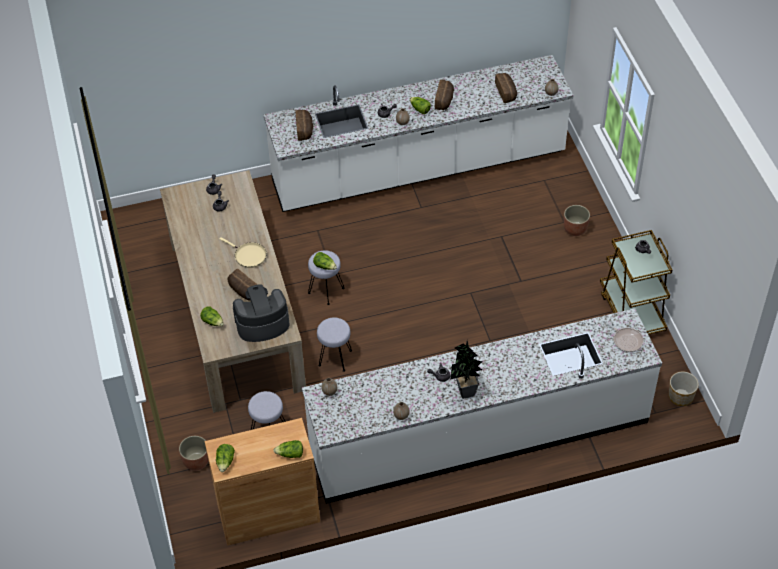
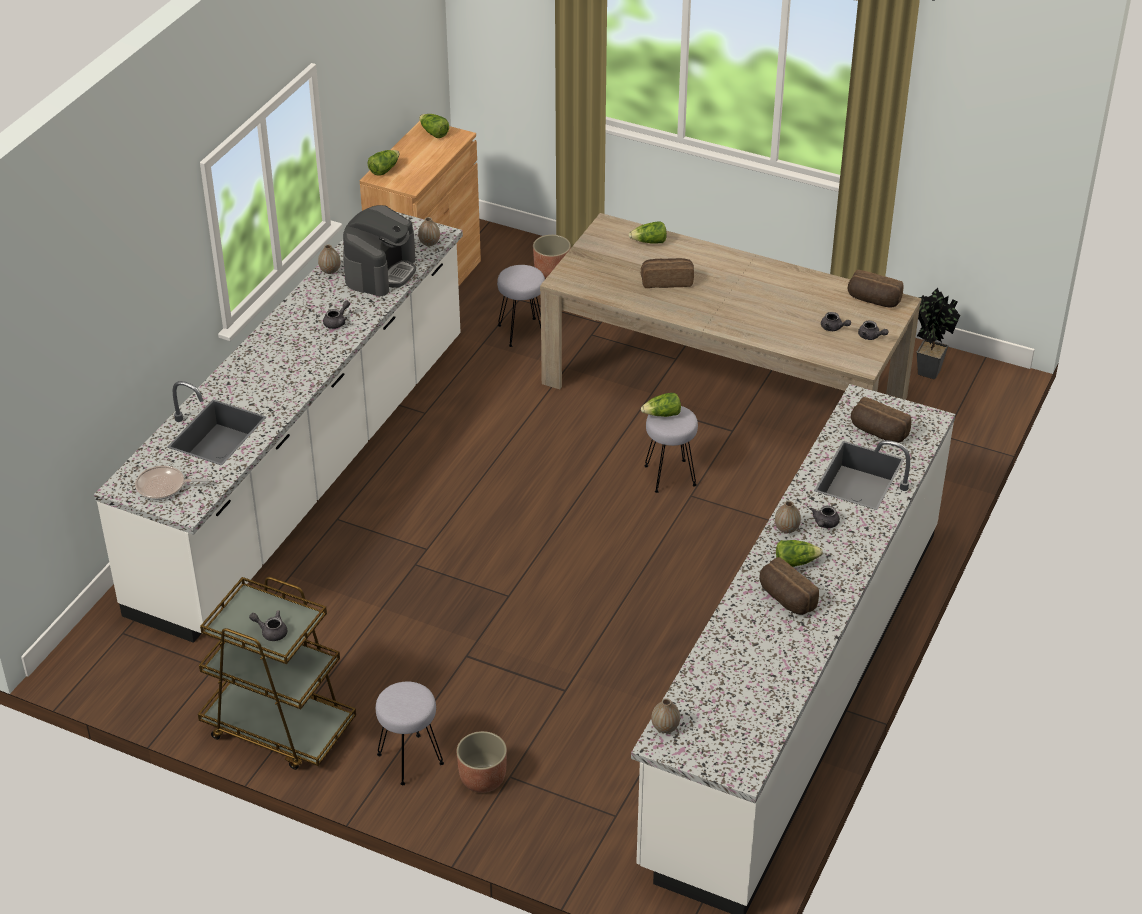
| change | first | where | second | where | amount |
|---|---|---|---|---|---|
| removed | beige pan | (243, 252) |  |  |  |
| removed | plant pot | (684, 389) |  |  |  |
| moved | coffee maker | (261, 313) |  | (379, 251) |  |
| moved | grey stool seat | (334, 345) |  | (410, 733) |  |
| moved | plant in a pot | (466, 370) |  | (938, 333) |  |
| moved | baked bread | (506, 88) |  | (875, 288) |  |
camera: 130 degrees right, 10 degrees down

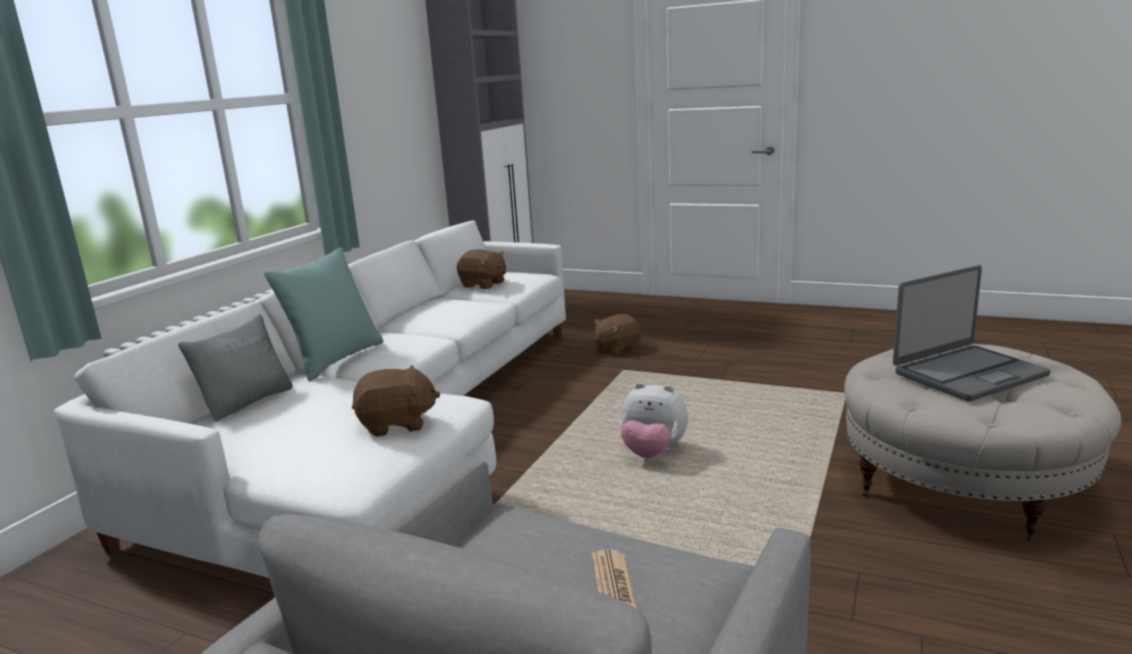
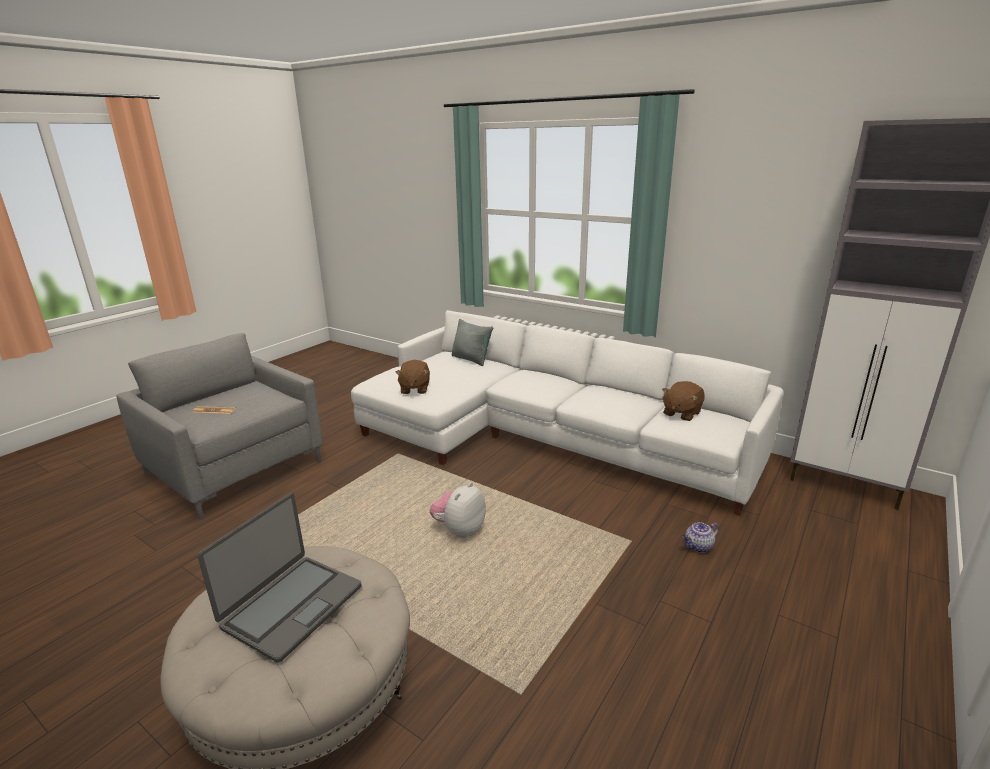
| change | first | where | second | where | amount |
|---|---|---|---|---|---|
| removed | turquoise cushion | (323, 314) |  |  |  |
| replaced | brownish cuddly toy | (617, 334) | tea pot | (701, 537) |  |
| turned | notebook computer | (971, 333) |  | (279, 578) | 135 degrees counterclockwise |
camera: 100 degrees right, 5 degrees up

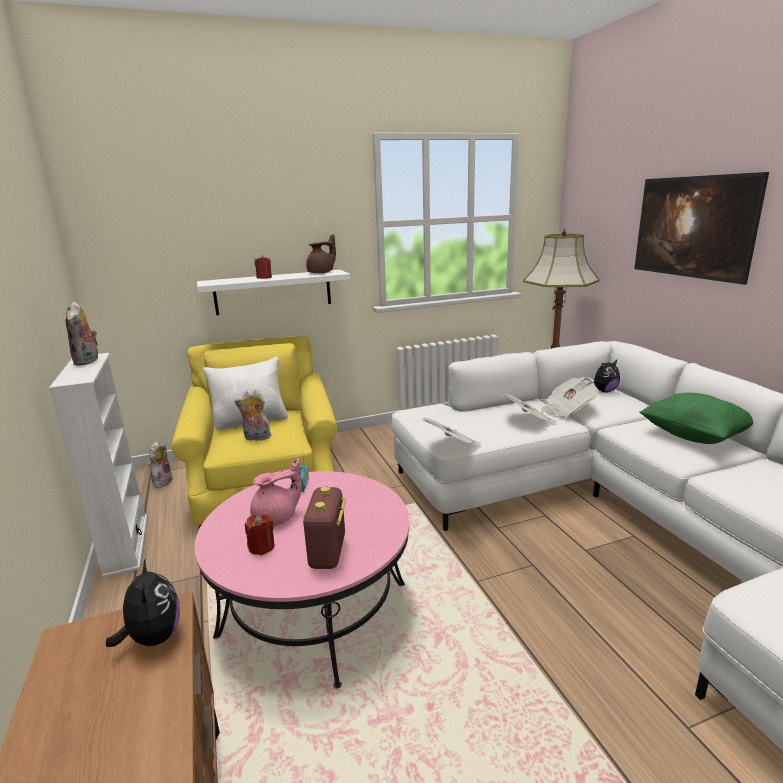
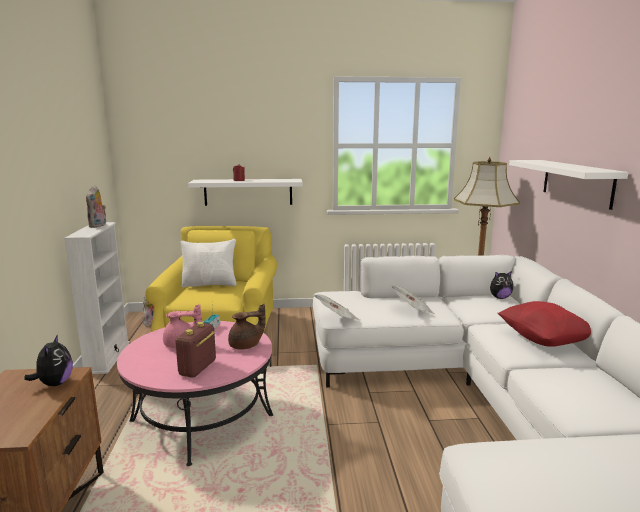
| change | first | where | second | where | amount |
|---|---|---|---|---|---|
| removed | cuddly toy | (252, 415) |  |  |  |
| removed | red candle | (259, 534) |  |  |  |
| removed | newspaper | (569, 397) |  |  |  |
| moved | brownish tea pot | (321, 254) |  | (247, 327) |  |
| replaced | wall art | (701, 228) | white shelf | (568, 185) |  |
| recoloured | greenish cushion | (696, 418) | red cushion | (544, 324) |  |
camera: 15 degrees right, 5 degrees down

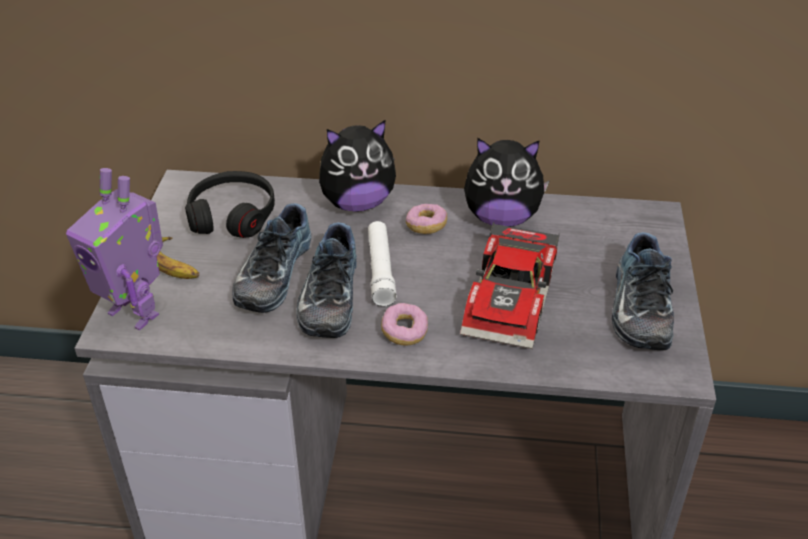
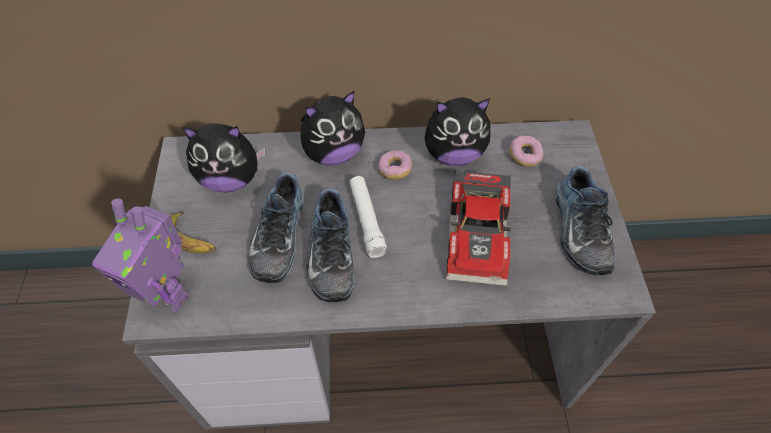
| change | first | where | second | where | amount |
|---|---|---|---|---|---|
| moved | doughnut | (404, 324) |  | (526, 151) |  |
| replaced | black-coloured headphones | (230, 204) | cuddly toy | (223, 158) |  |
camera: 10 degrees left, 15 degrees up

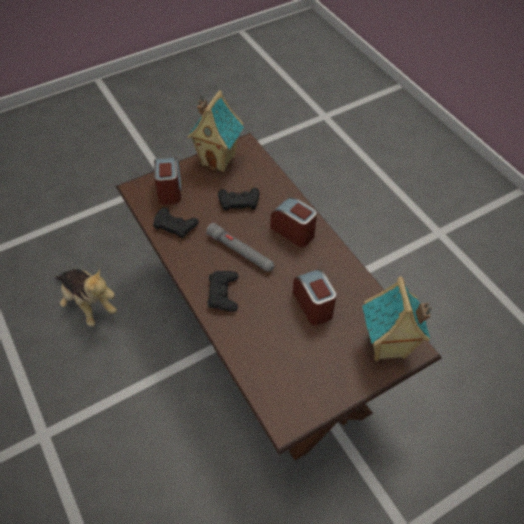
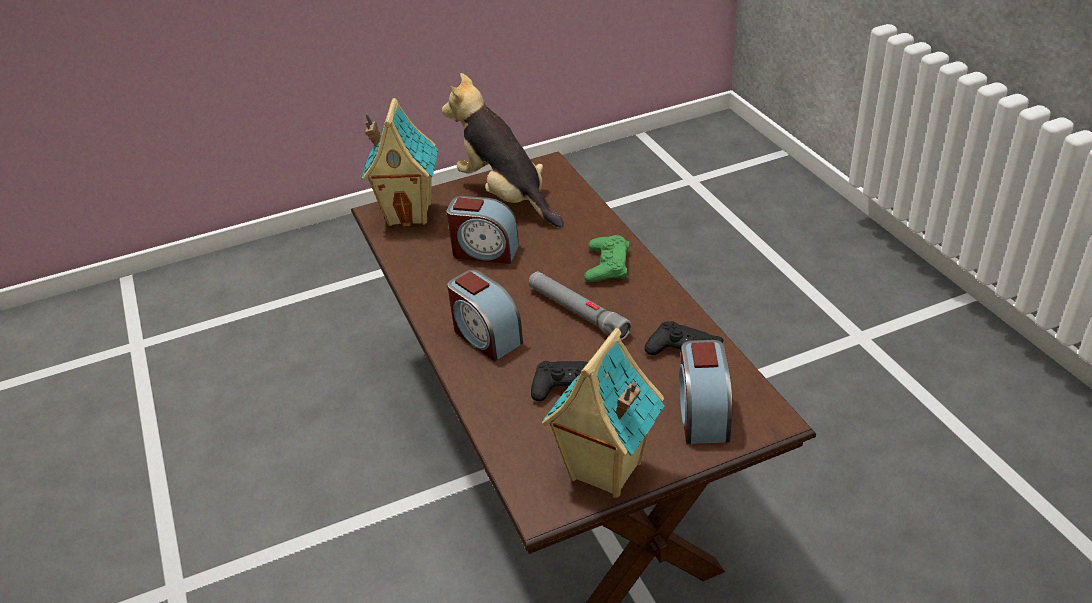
| change | first | where | second | where | amount |
|---|---|---|---|---|---|
| moved | cuddly toy | (86, 297) |  | (503, 150) |  |
| recoloured | black-coloured game controller | (223, 291) | greenish game controller | (607, 258) |  |
| turned | table clock | (315, 297) |  | (482, 230) | 60 degrees counterclockwise |
camera: 170 degrees left, 15 degrees down

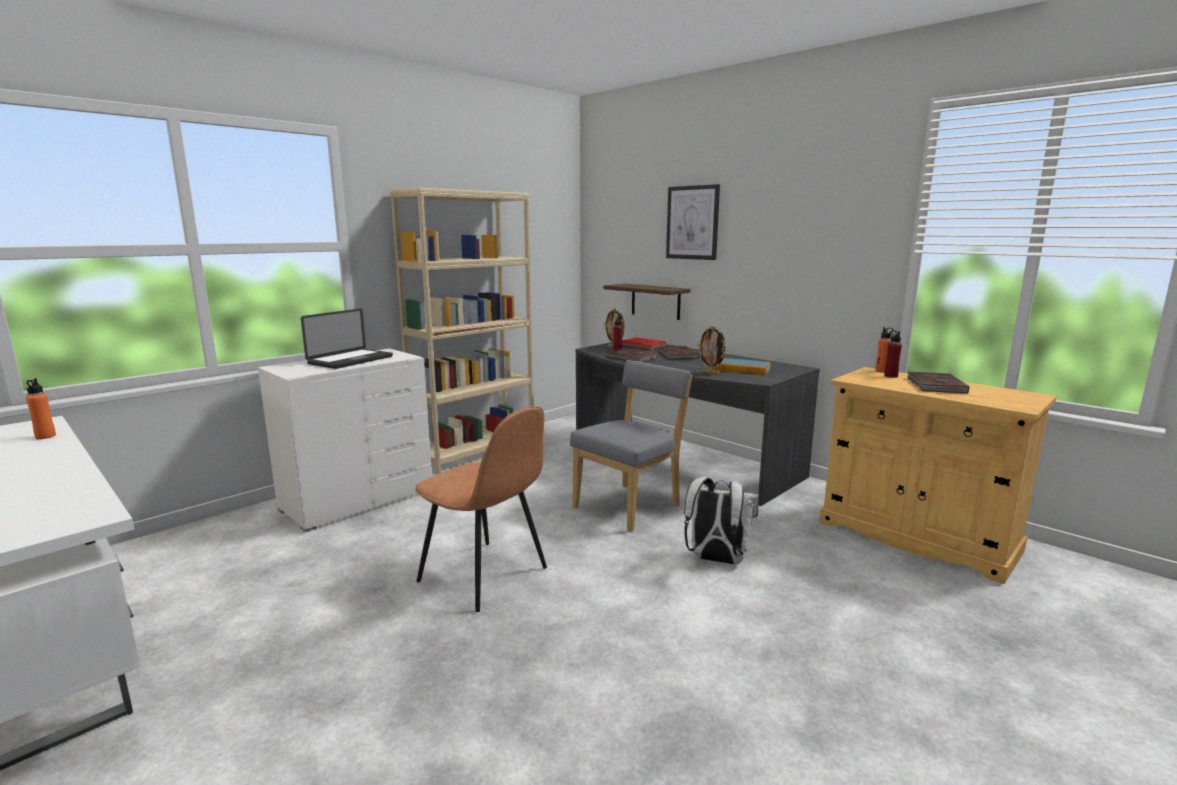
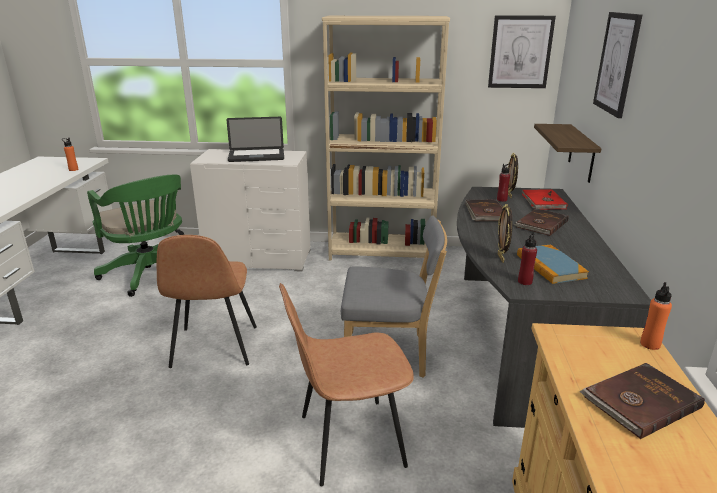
| change | first | where | second | where | amount |
|---|---|---|---|---|---|
| added |  |  | greenish computer chair | (135, 236) |  |
| added |  |  | wall art | (522, 51) |  |
| moved | red drink bottle | (893, 354) |  | (527, 258) |  |
| replaced | white knapsack | (721, 521) | brownish plain chair | (346, 384) |  |
camera: 50 degrees right, 10 degrees up

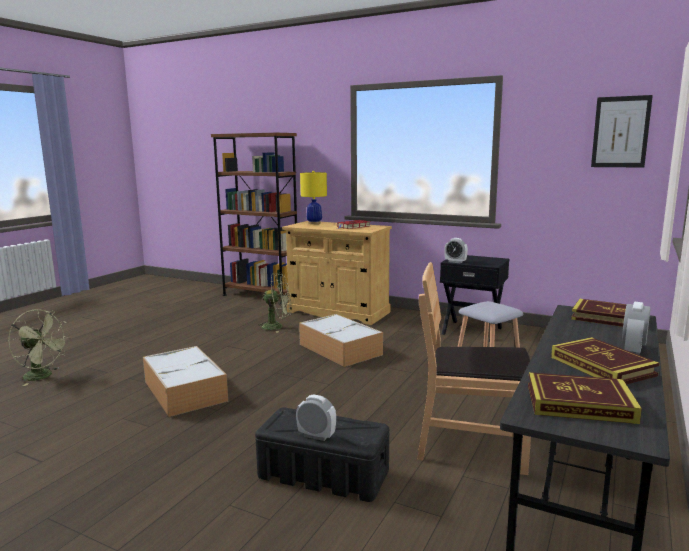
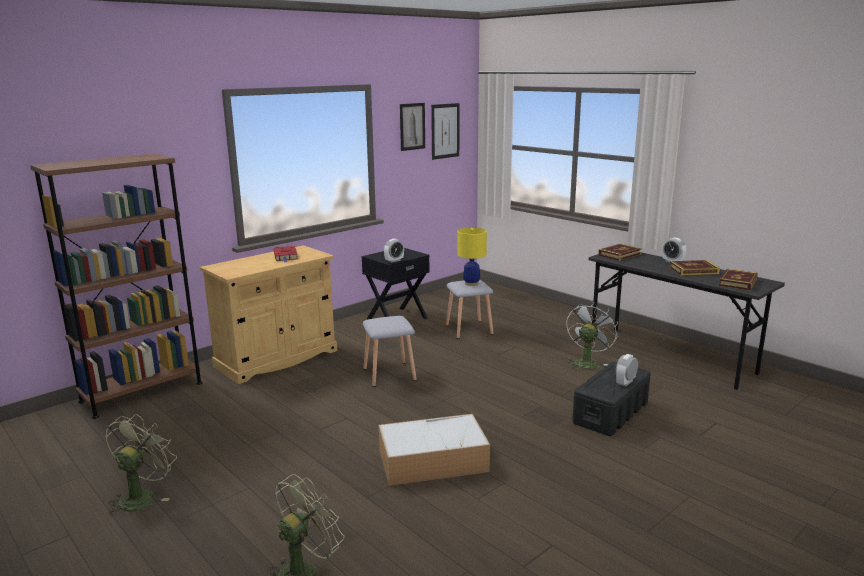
| change | first | where | second | where | amount |
|---|---|---|---|---|---|
| added |  |  | wall art | (412, 127) |  |
| moved | greenish fan | (274, 303) |  | (141, 465) |  |
| moved | yellow-coloured lamp for a table | (313, 197) |  | (472, 256) |  |
| replaced | storage bin | (341, 340) | grey stool seat | (390, 351) |  |
| replaced | brownish plain chair | (474, 368) | white fan | (592, 336) |  |
camera: 70 degrees left, 5 degrees up

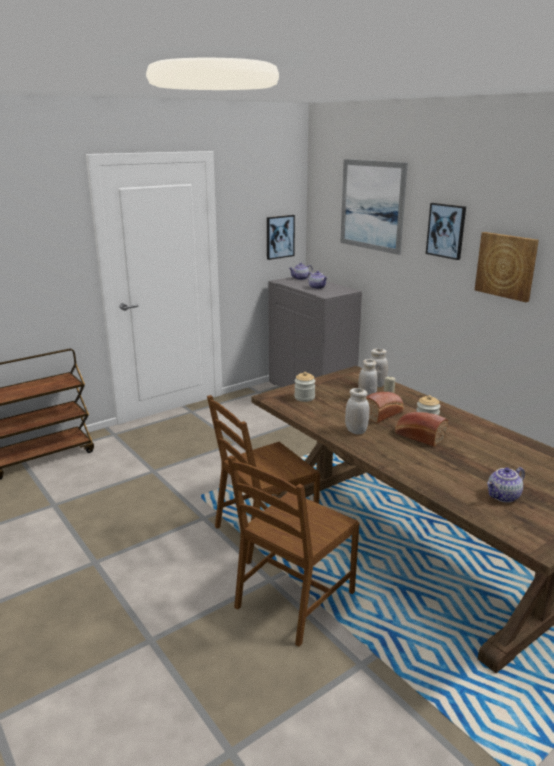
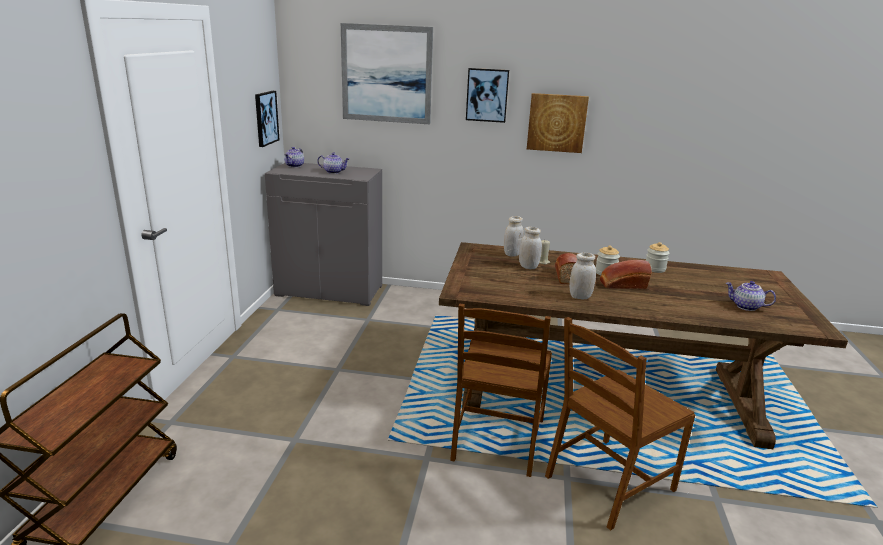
| change | first | where | second | where | amount |
|---|---|---|---|---|---|
| moved | jar | (304, 387) |  | (658, 257) |  |
| turned | brownish plain chair | (293, 551) |  | (620, 424) | 60 degrees clockwise |
| turned | tea pot | (506, 485) |  | (751, 296) | 105 degrees clockwise |
camera: 45 degrees left, 0 degrees up

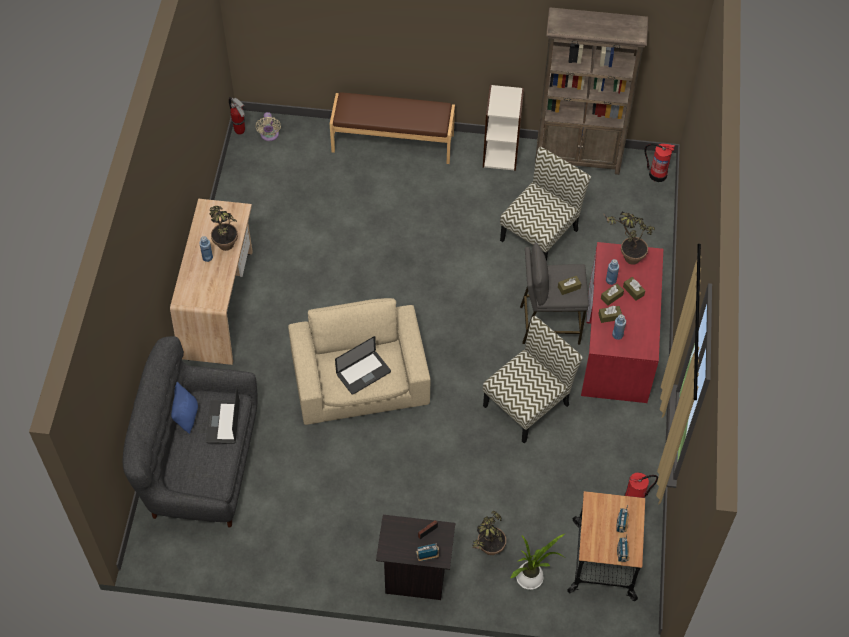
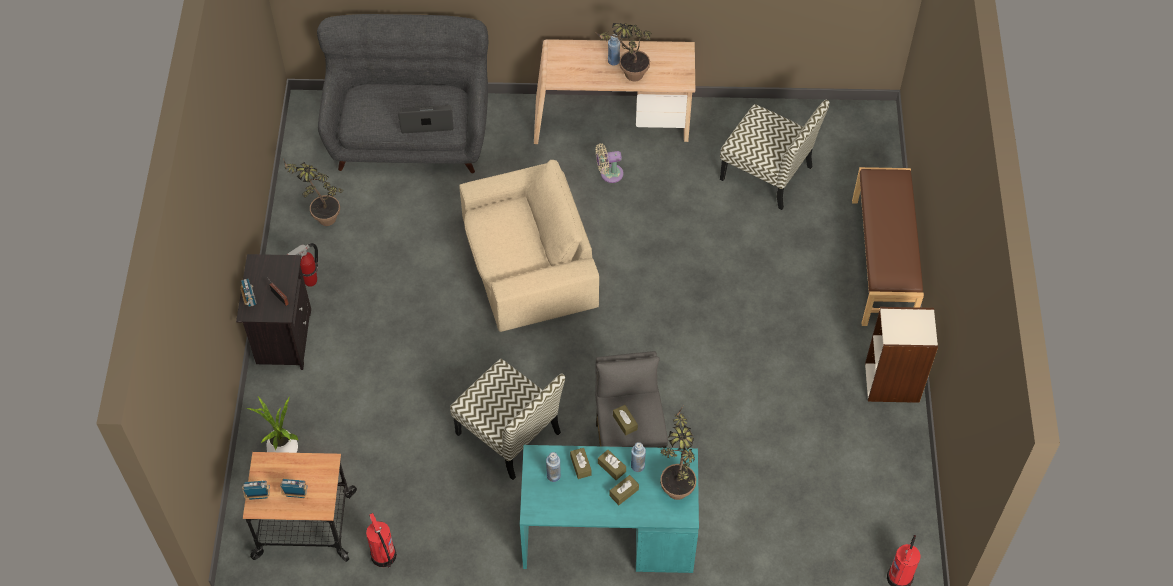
| change | first | where | second | where | amount |
|---|---|---|---|---|---|
| removed | bluish cushion | (184, 408) |  |  |  |
| removed | notebook computer | (363, 365) |  |  |  |
| removed | brownish bookshelf | (592, 91) |  |  |  |
| moved | extinguisher | (237, 116) |  | (302, 265) |  |
| moved | beige fan | (268, 126) |  | (610, 163) |  |
| moved | plant in a pot | (489, 532) |  | (313, 192) |  |
| moved | plain chair | (545, 204) |  | (775, 155) |  |
| recoloured | red desk unit | (622, 322) | turquoise desk unit | (609, 509) |  |
camera: 85 degrees right, 0 degrees up

